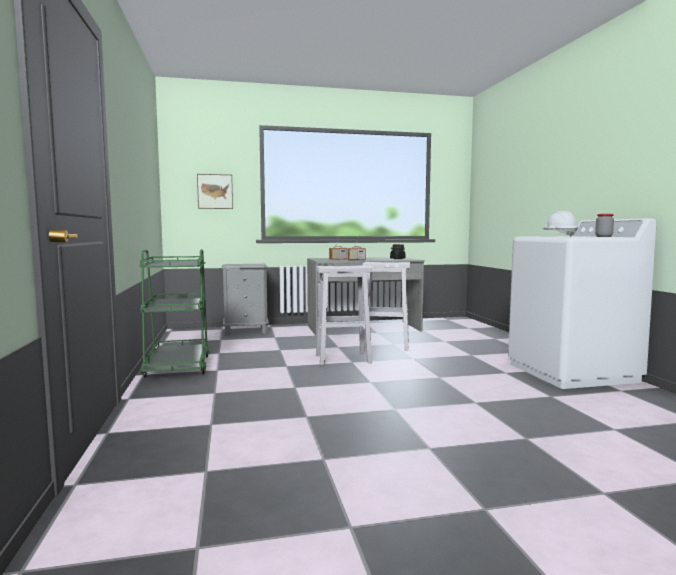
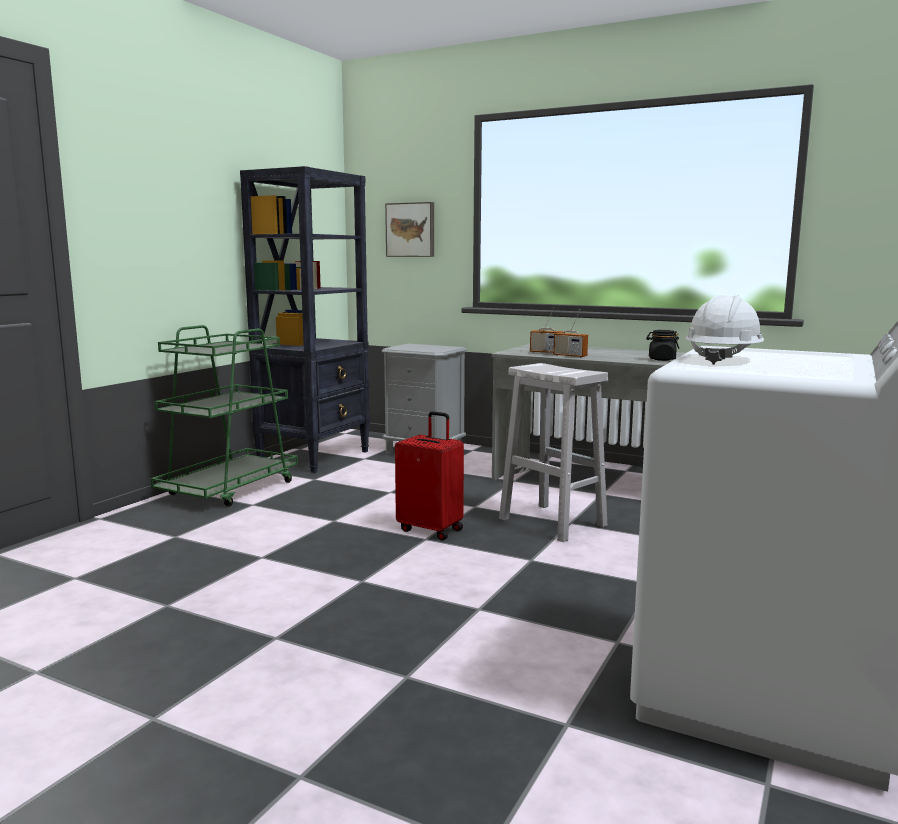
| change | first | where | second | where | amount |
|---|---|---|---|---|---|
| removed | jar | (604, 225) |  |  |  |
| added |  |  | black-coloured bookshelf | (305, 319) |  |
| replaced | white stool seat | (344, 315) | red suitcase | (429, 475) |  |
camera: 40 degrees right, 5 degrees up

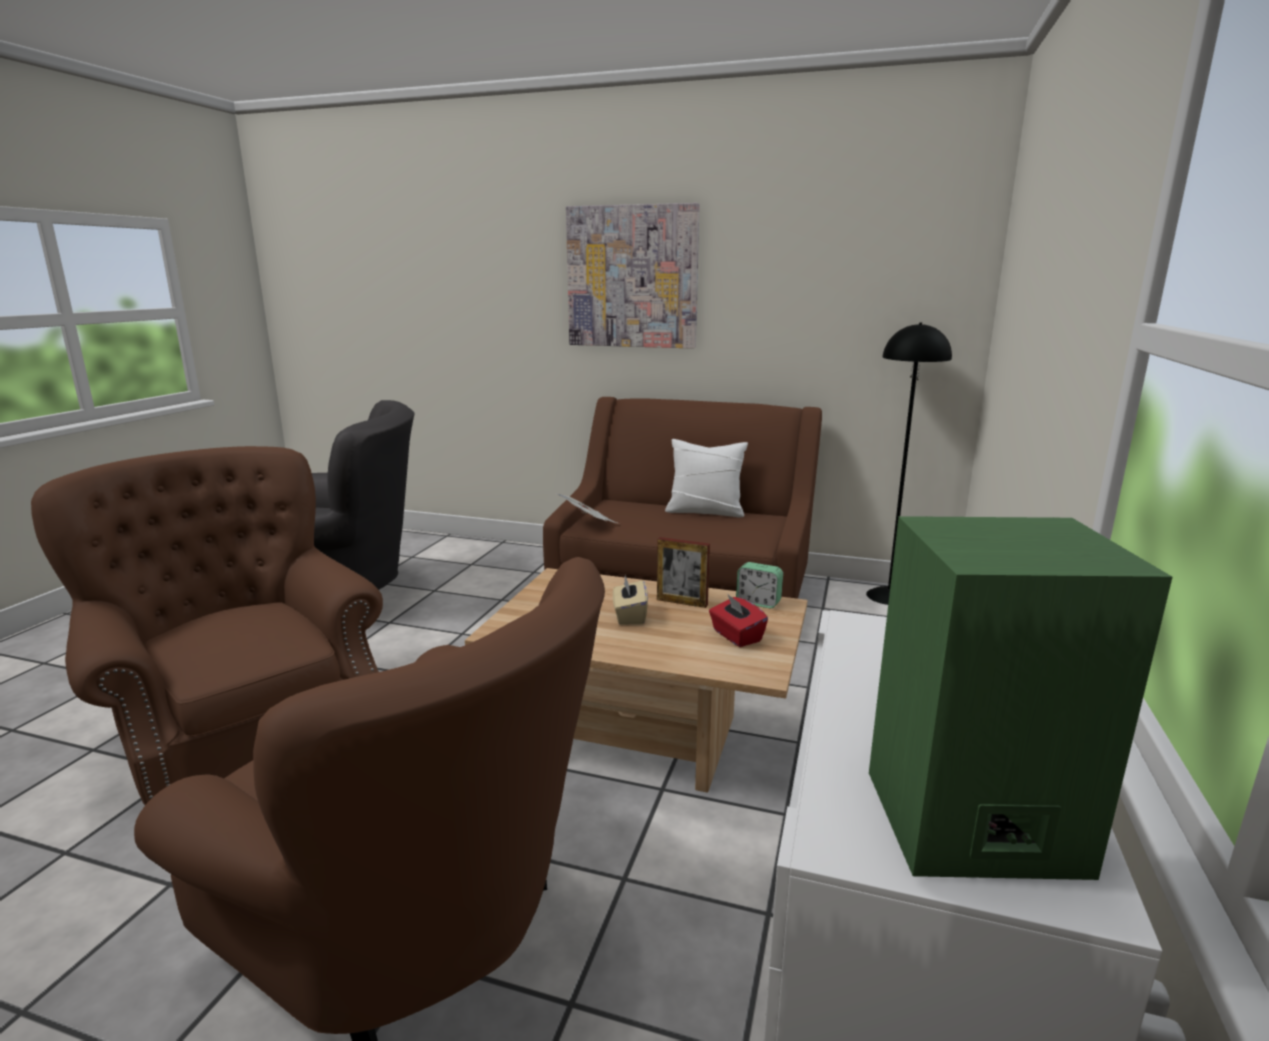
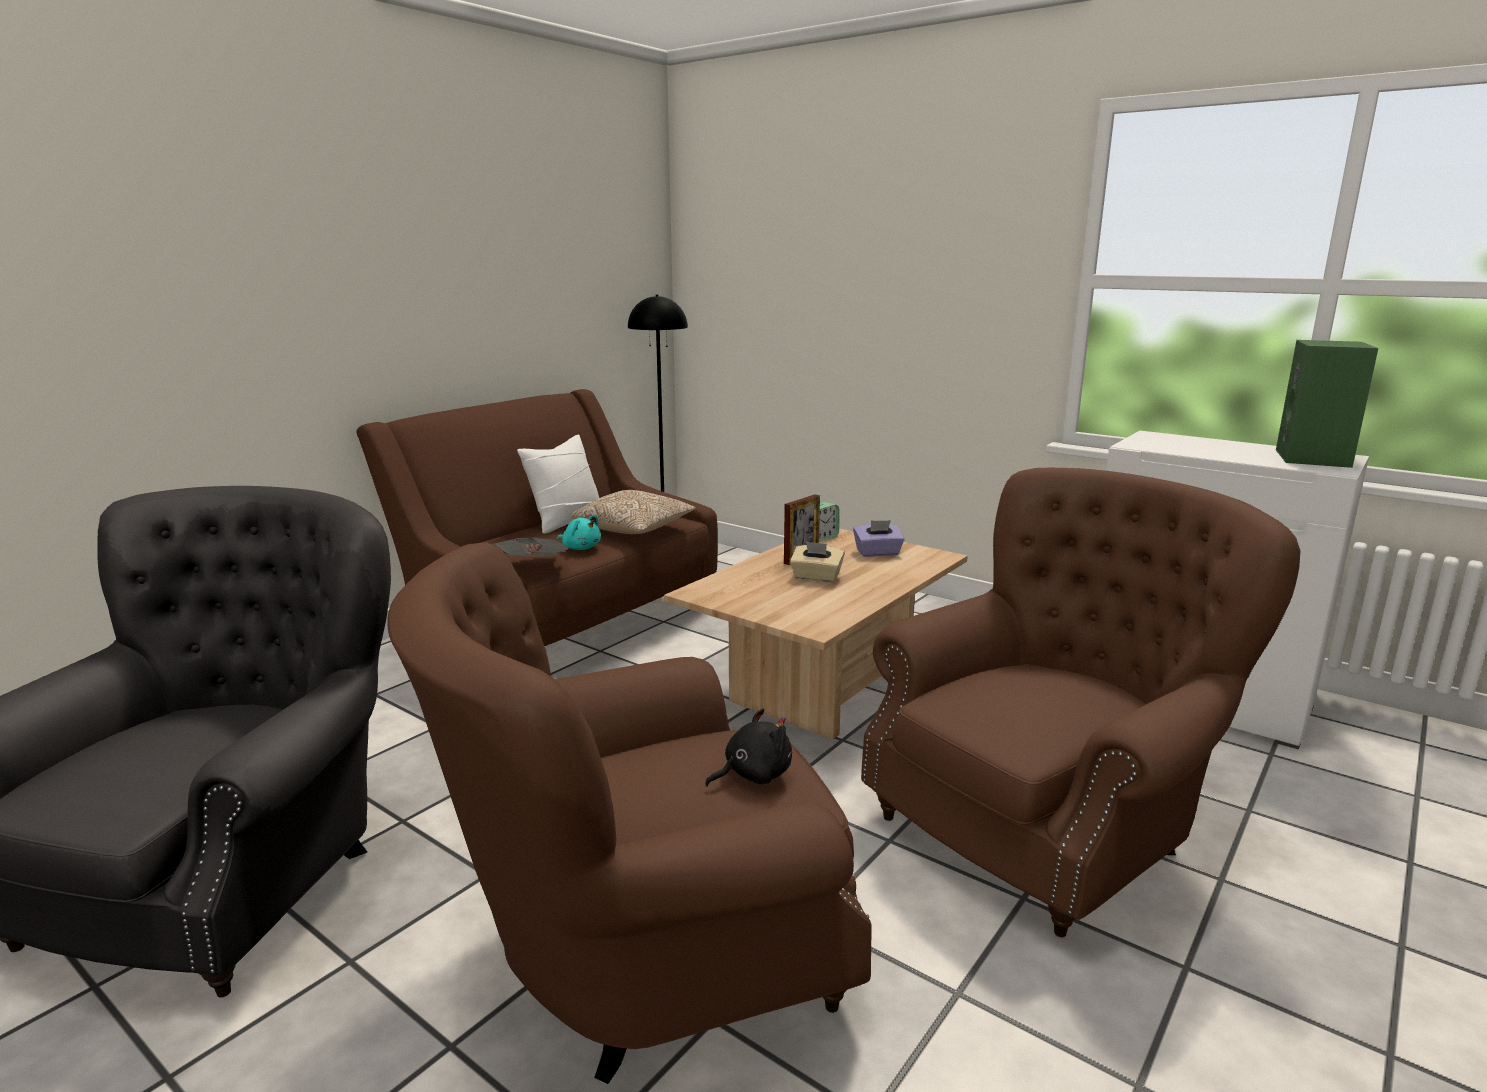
| change | first | where | second | where | amount |
|---|---|---|---|---|---|
| removed | wall art | (633, 276) |  |  |  |
| added |  |  | turquoise cuddly toy | (579, 532) |  |
| added |  |  | cushion | (633, 512) |  |
| added |  |  | black-coloured cuddly toy | (748, 747) |  |
| recoloured | red box of tissues | (738, 621) | purple-coloured box of tissues | (879, 538) |  |
camera: 70 degrees left, 0 degrees up

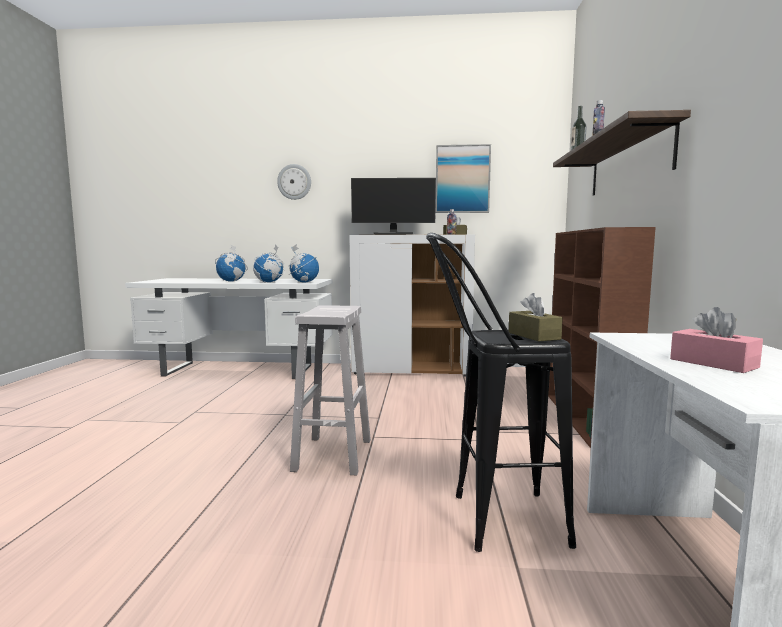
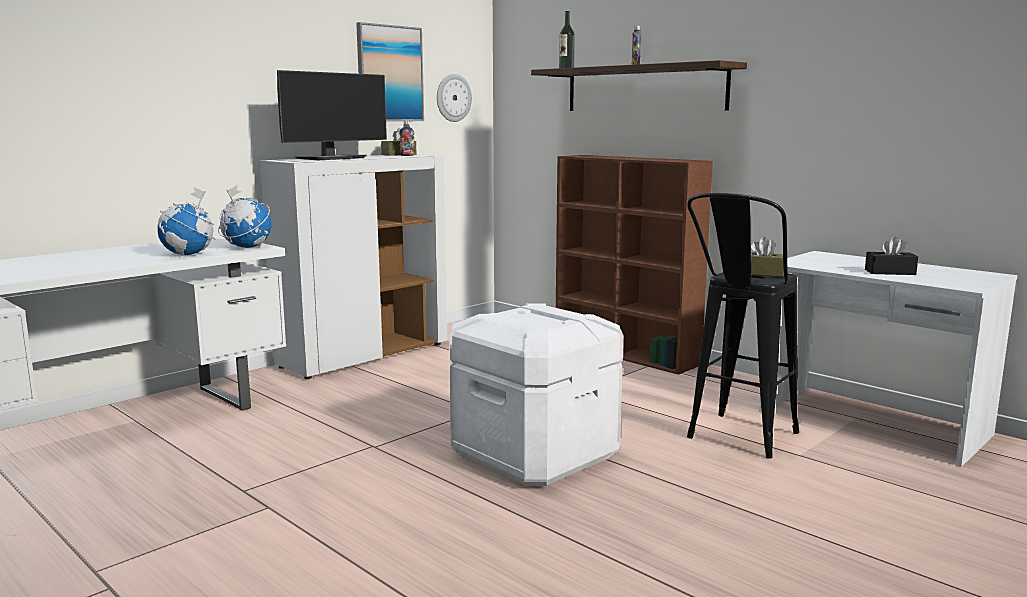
| change | first | where | second | where | amount |
|---|---|---|---|---|---|
| removed | globe | (231, 263) |  |  |  |
| moved | hanging clock | (294, 182) |  | (454, 98) |  |
| replaced | white stool seat | (330, 390) | white storage bin | (536, 395) |  |
| recoloured | pink box of tissues | (716, 340) | black-coloured box of tissues | (891, 255) |  |
camera: 50 degrees left, 5 degrees up

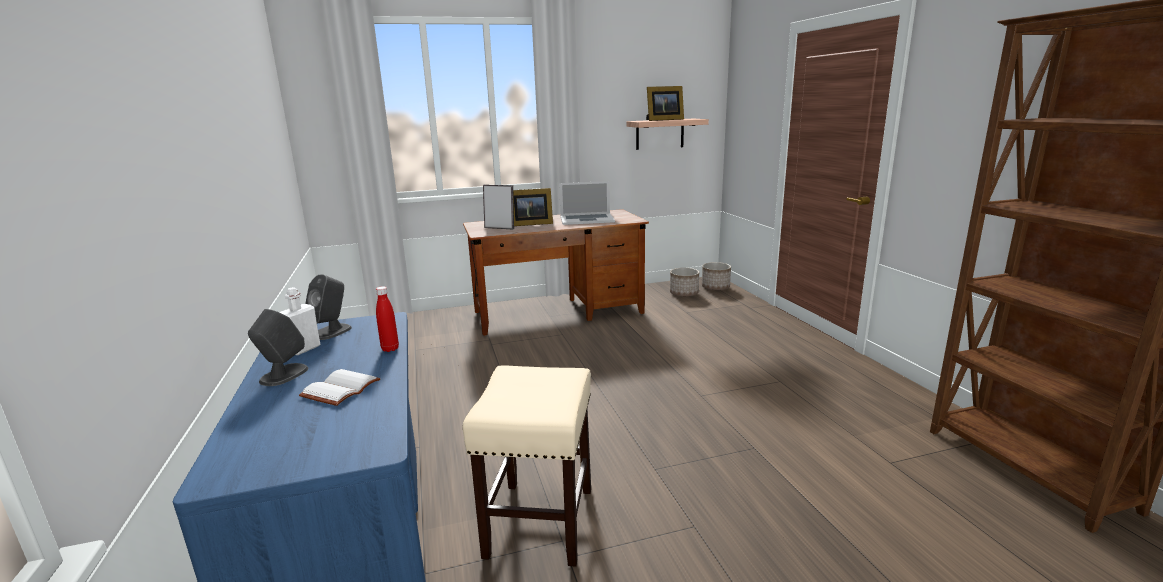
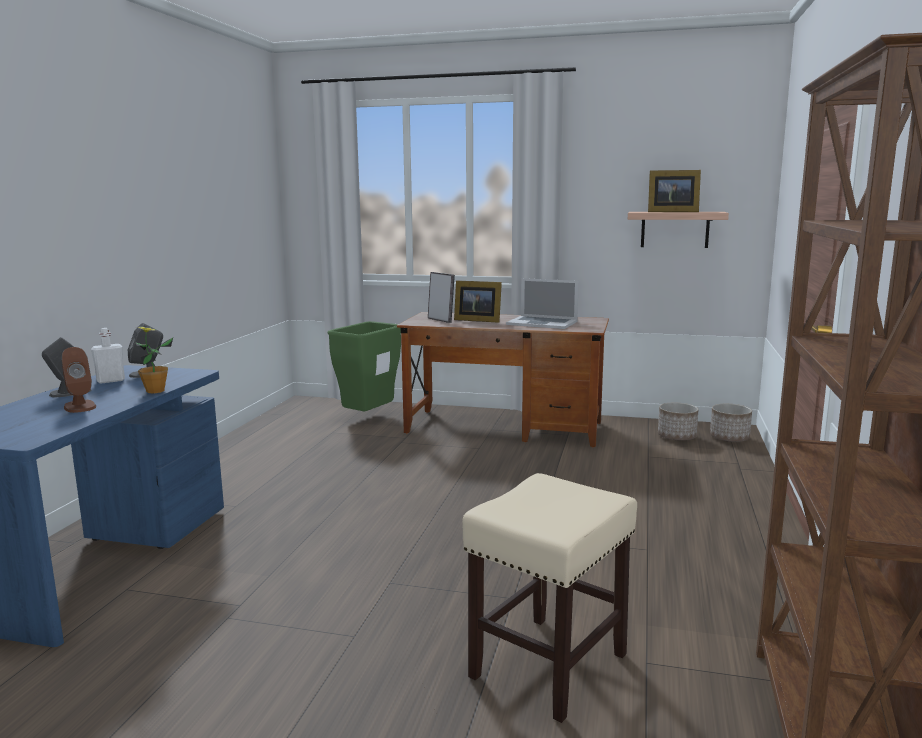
| change | first | where | second | where | amount |
|---|---|---|---|---|---|
| added |  |  | greenish waste bin | (364, 366) |  |
| moved | beige stool seat | (527, 466) |  | (549, 598) |  |
| replaced | white volume | (339, 387) | brownish loudspeaker | (79, 380) |  |
| replaced | red drink bottle | (387, 319) | plant in a pot | (154, 359) |  |
camera: 30 degrees right, 5 degrees down

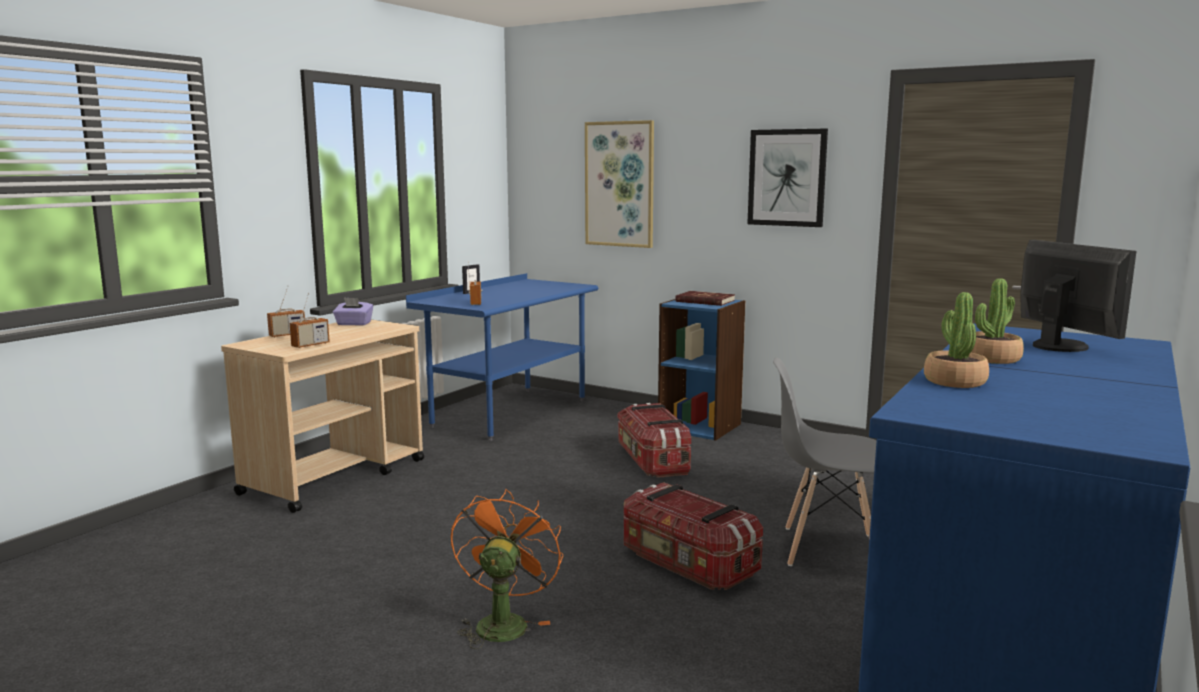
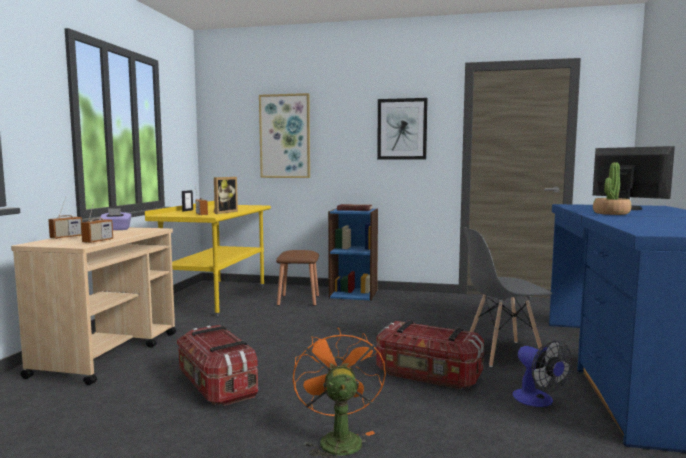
| change | first | where | second | where | amount |
|---|---|---|---|---|---|
| removed | plant in a pot | (956, 340) |  |  |  |
| added |  |  | standing frame | (225, 195) |  |
| added |  |  | brownish stool seat | (297, 278) |  |
| added |  |  | fan | (543, 373) |  |
| moved | storage bin | (654, 440) |  | (217, 365) |  |
| recoloured | bluish desk unit | (502, 357) | yellow-coloured desk unit | (208, 258) |  |
camera: 20 degrees left, 5 degrees down

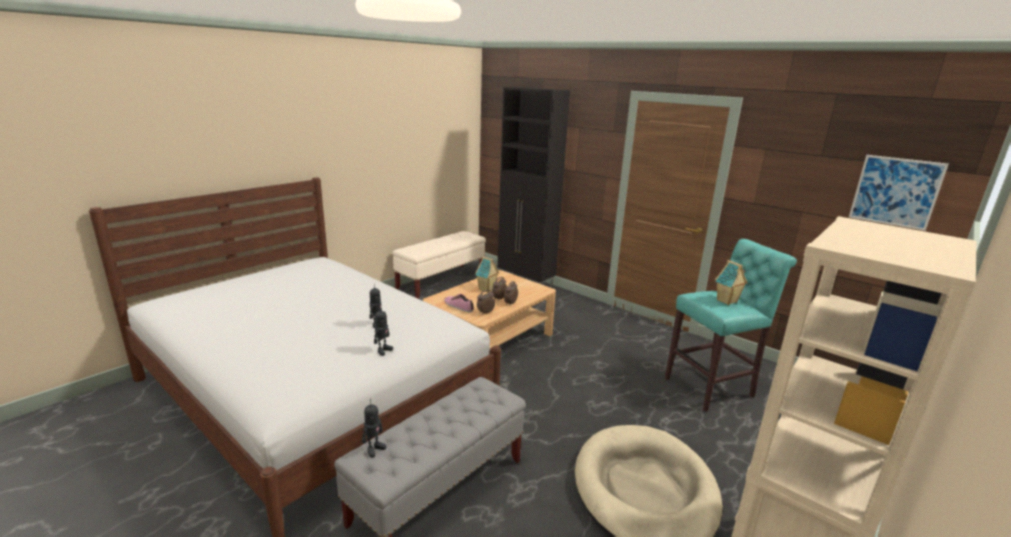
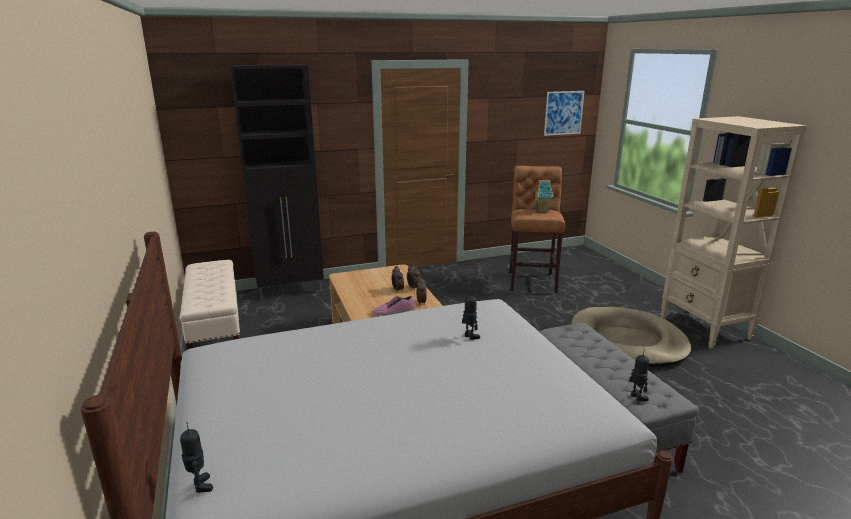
| change | first | where | second | where | amount |
|---|---|---|---|---|---|
| removed | model house | (487, 274) |  |  |  |
| moved | robot figure | (383, 330) |  | (196, 457) |  |
| recoloured | turquoise stool seat | (731, 325) | brownish stool seat | (537, 229) |  |
camera: 60 degrees left, 0 degrees up

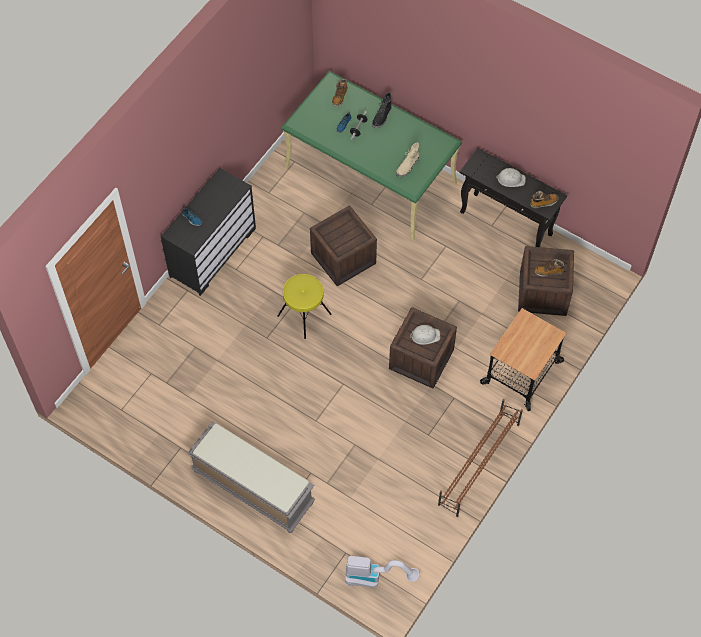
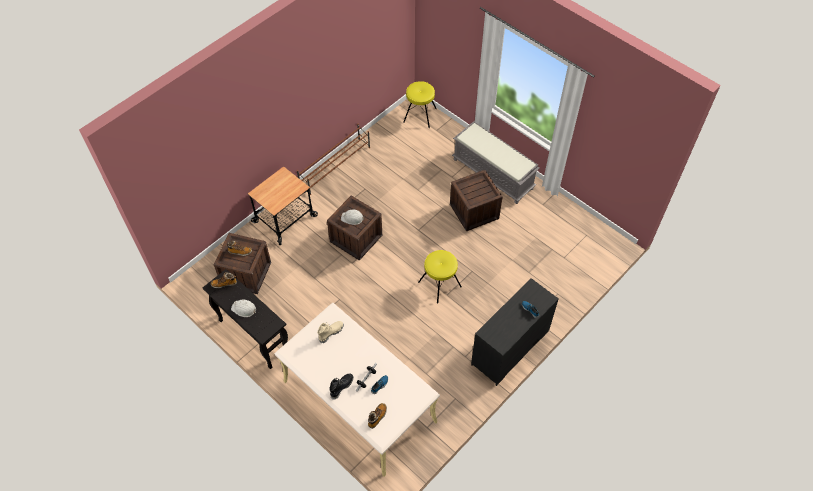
| change | first | where | second | where | amount |
|---|---|---|---|---|---|
| moved | crate | (343, 245) |  | (476, 200) |  |
| replaced | vacuum | (382, 571) | yellow-coloured stool seat | (420, 104) |  |
| recoloured | greenish desk unit | (371, 155) | beige desk unit | (357, 389) |  |
camera: 170 degrees left, 5 degrees down

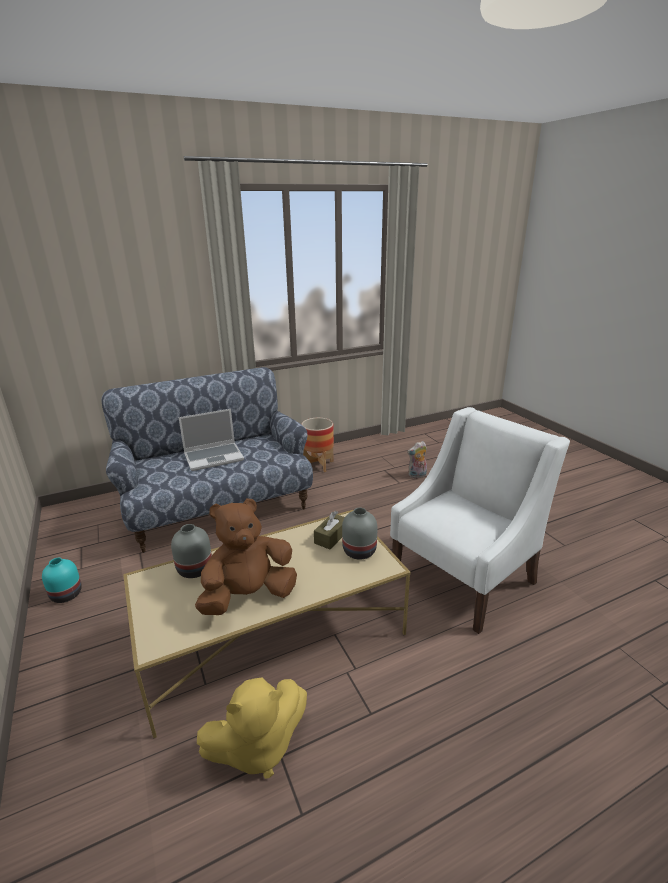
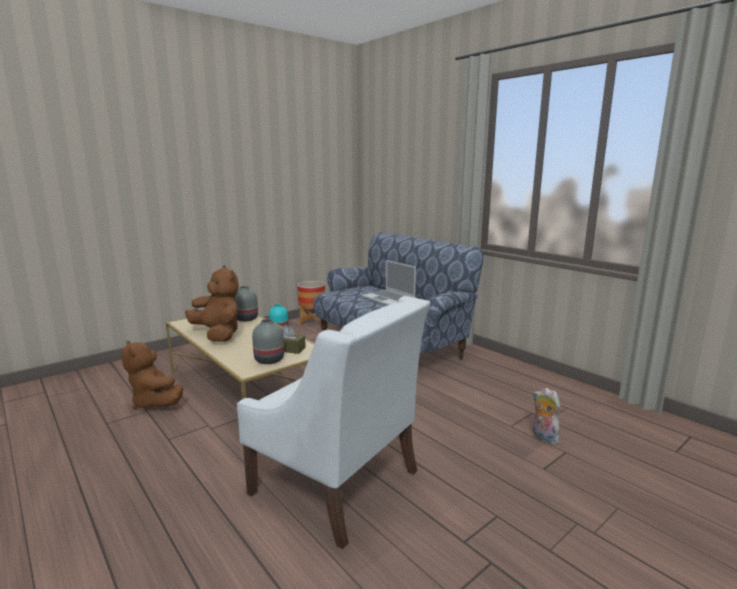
| change | first | where | second | where | amount |
|---|---|---|---|---|---|
| moved | plant pot | (317, 445) |  | (311, 303) |  |
| recoloured | yellow-coloured cuddly toy | (252, 728) | brownish cuddly toy | (152, 375) |  |
camera: 75 degrees right, 10 degrees down

